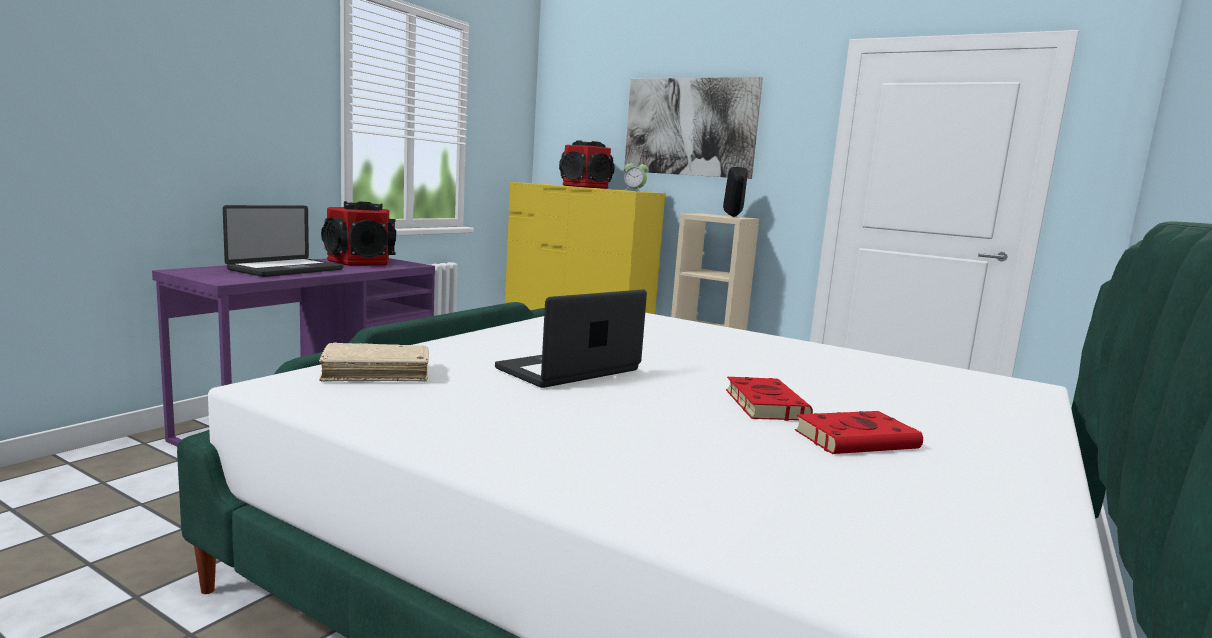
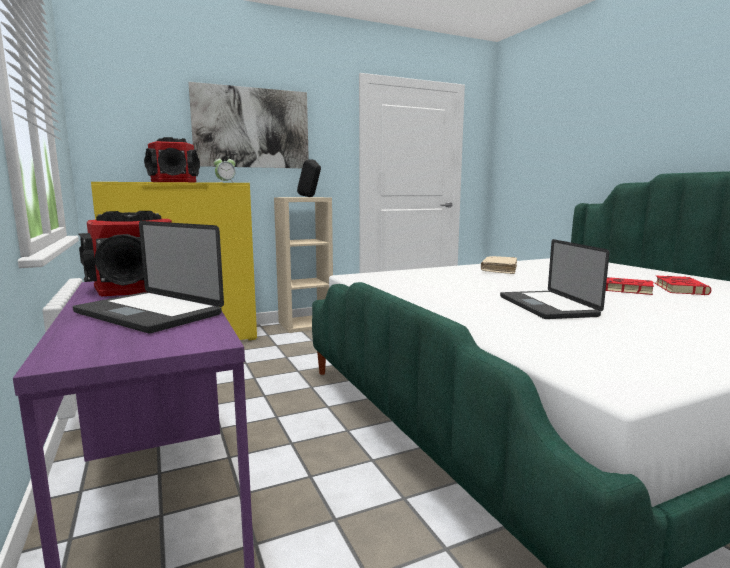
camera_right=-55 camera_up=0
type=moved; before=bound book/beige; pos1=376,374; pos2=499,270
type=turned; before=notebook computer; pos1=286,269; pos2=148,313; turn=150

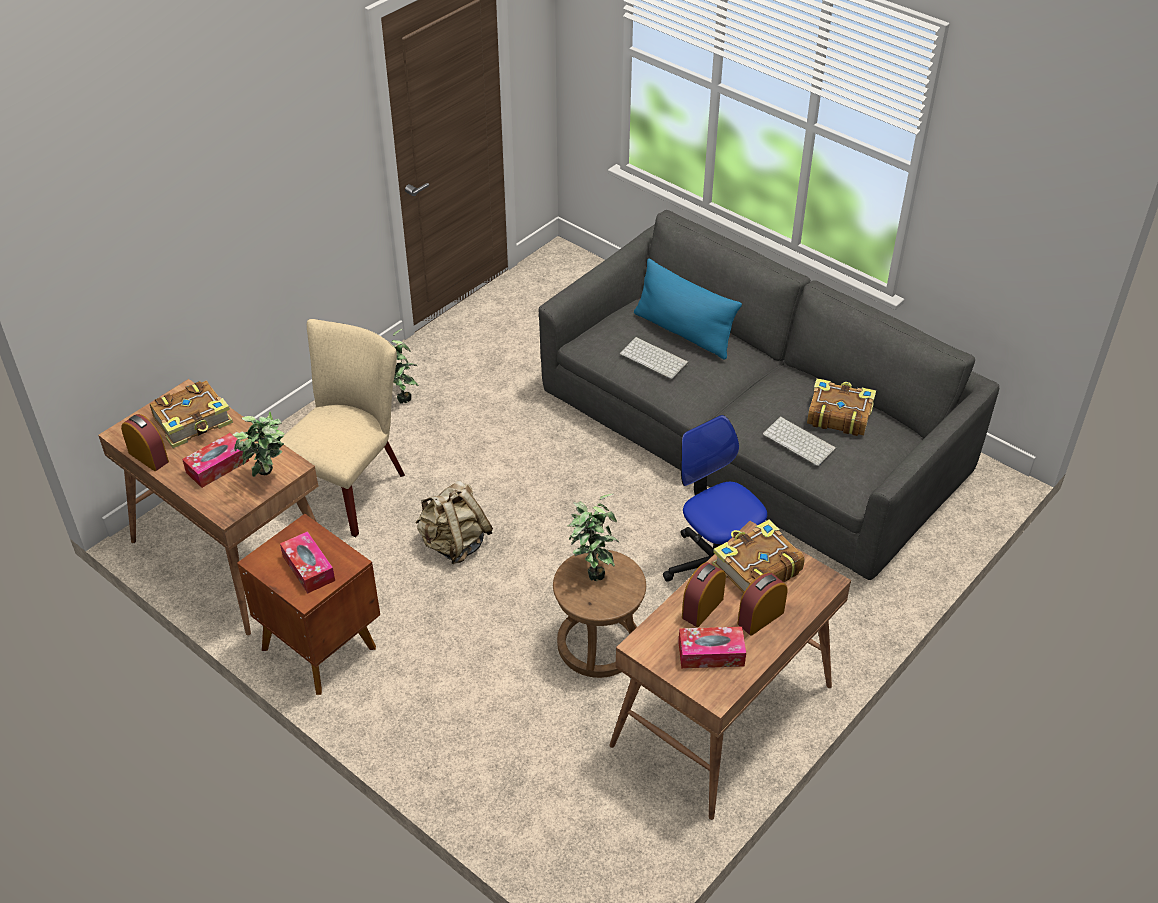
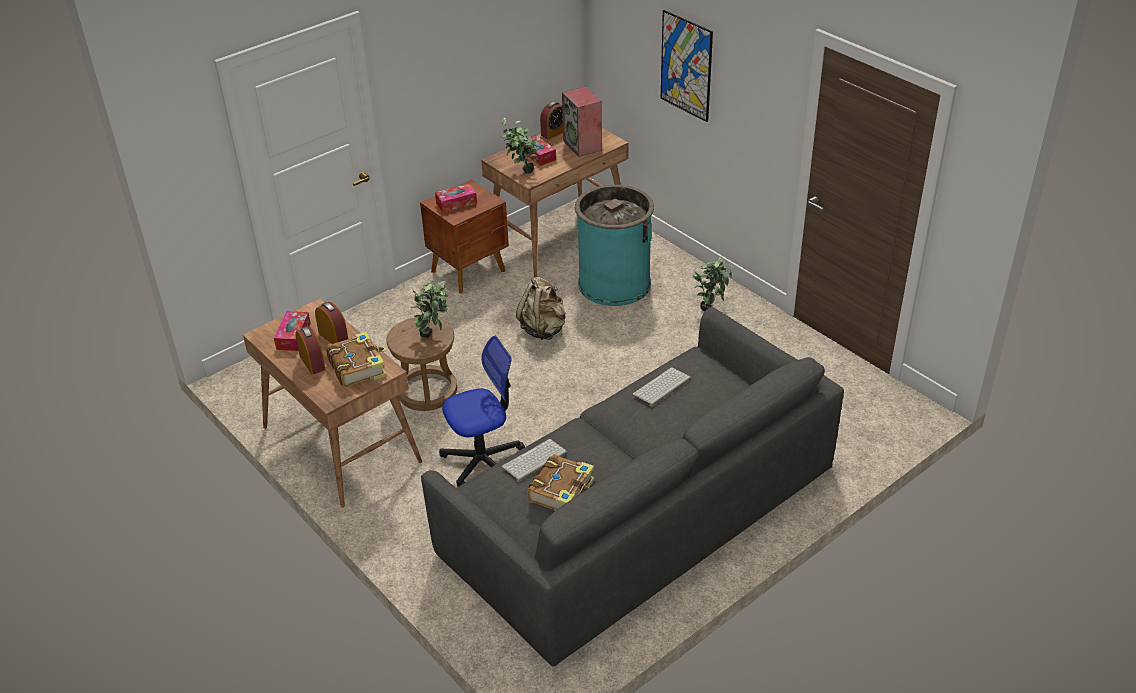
camera_right=100 camera_up=-5
type=removed; before=pillow/blue-coloured; pos1=683,332
type=added; after=wall art; pos2=686,66
type=replaced; before=bound book; after=loudspeaker; pos1=194,422; pos2=583,146
type=replaced; before=chair/beige; after=rubbish bin/blue-green; pos1=351,485; pos2=614,284

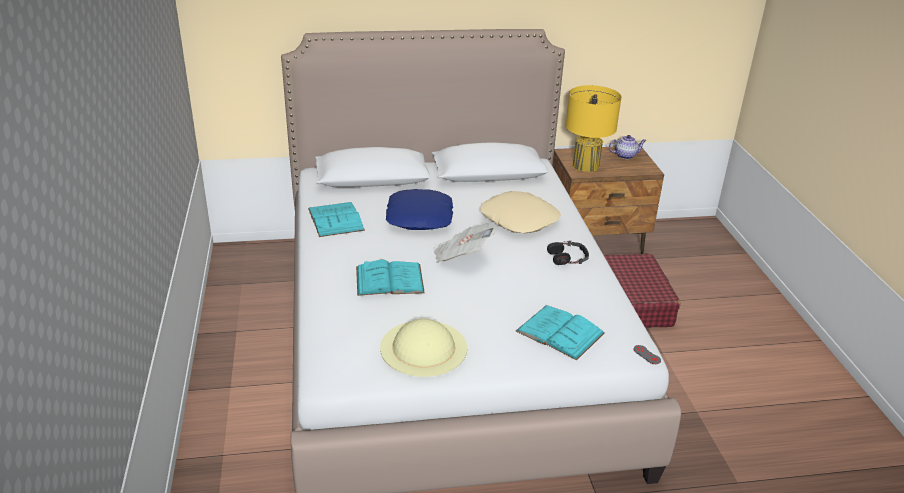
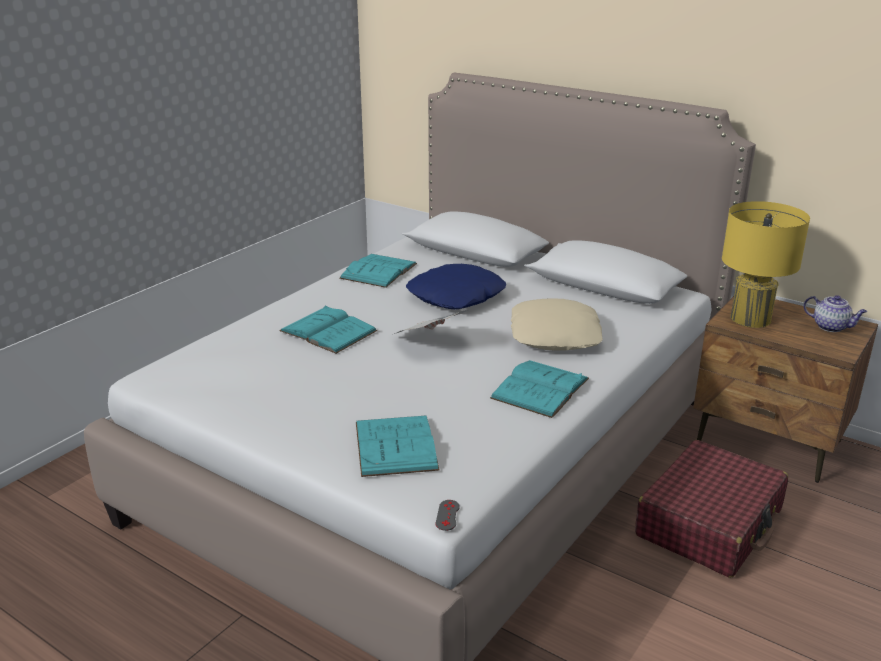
camera_right=45 camera_up=-5
type=removed; before=clothing hat/beige; pos1=423,347
type=replaced; before=headphones; after=bound book/blue-green; pos1=567,258; pos2=540,388

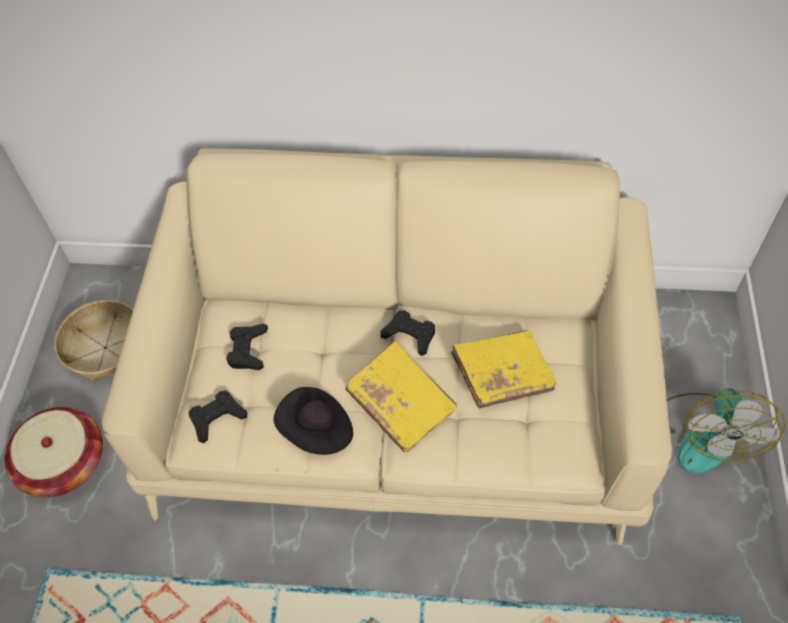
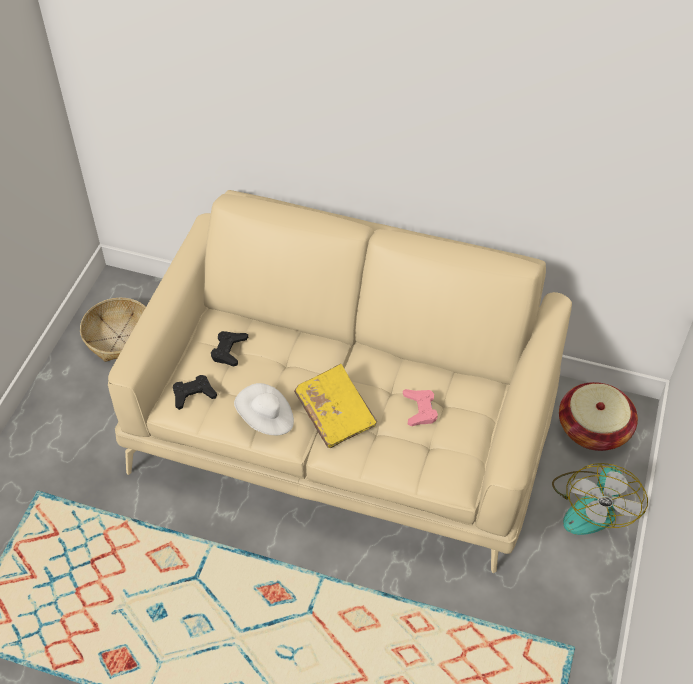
camera_right=10 camera_up=-5
type=removed; before=gamepad/blackish; pos1=410,335
type=moved; before=basket; pos1=64,463; pos2=593,429
type=replaced; before=bound book/yellow; after=gamepad/pink-coloured; pos1=502,376; pos2=420,409
type=recoloured; before=clothing hat/blackish; after=clothing hat/white-coloured; pos1=317,431; pos2=266,419

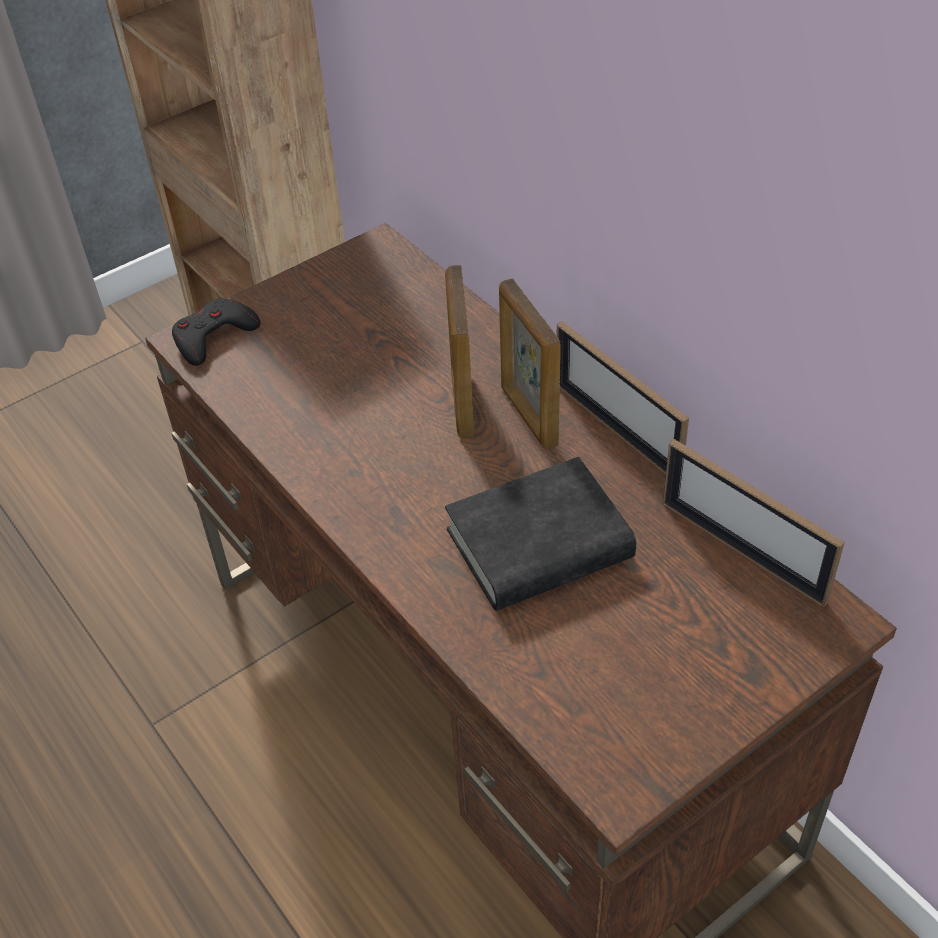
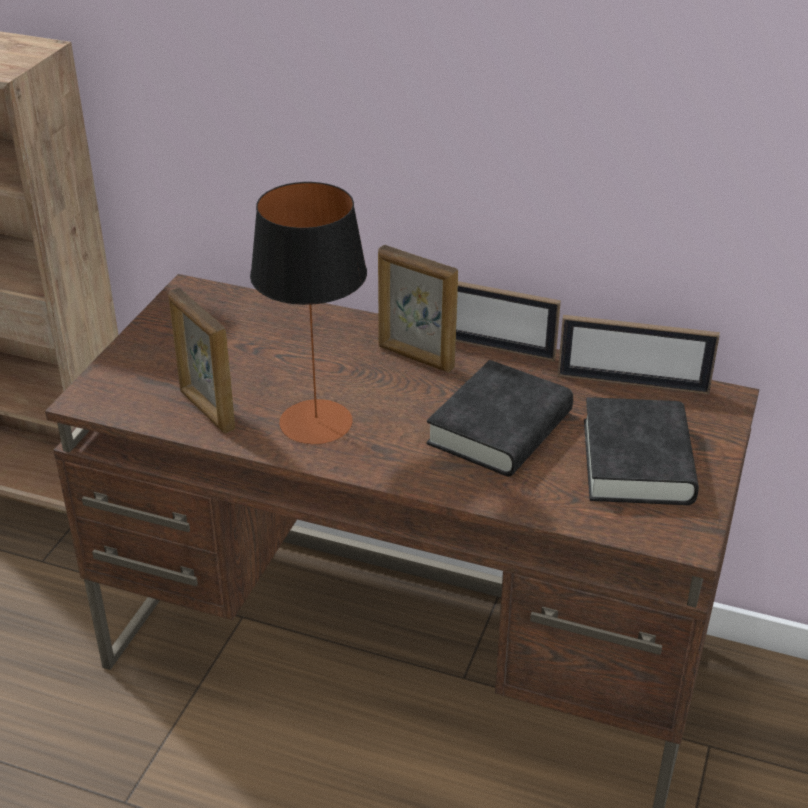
camera_right=-35 camera_up=-10
type=removed; before=gamepad/blackish; pos1=213,336
type=added; after=lamp for a table; pos2=316,422
type=added; after=bound book/blackish; pos2=637,461
type=moved; before=standing frame; pos1=462,403; pos2=206,410

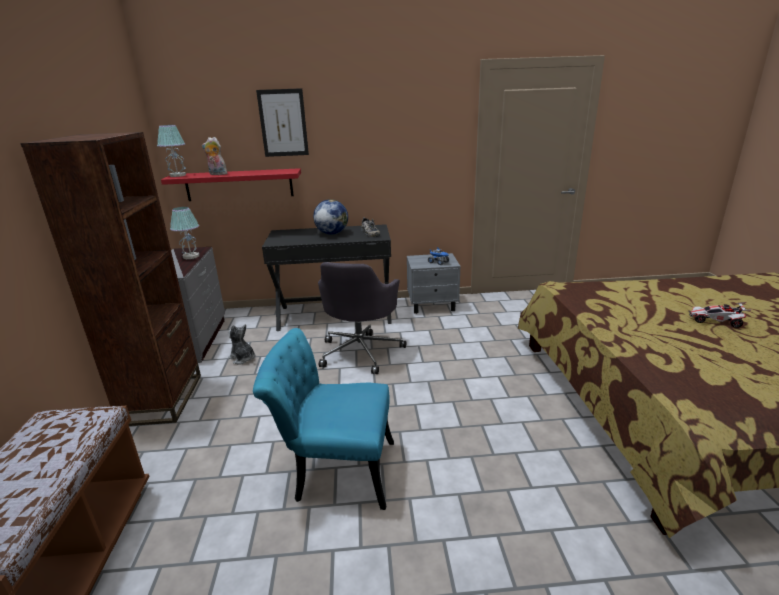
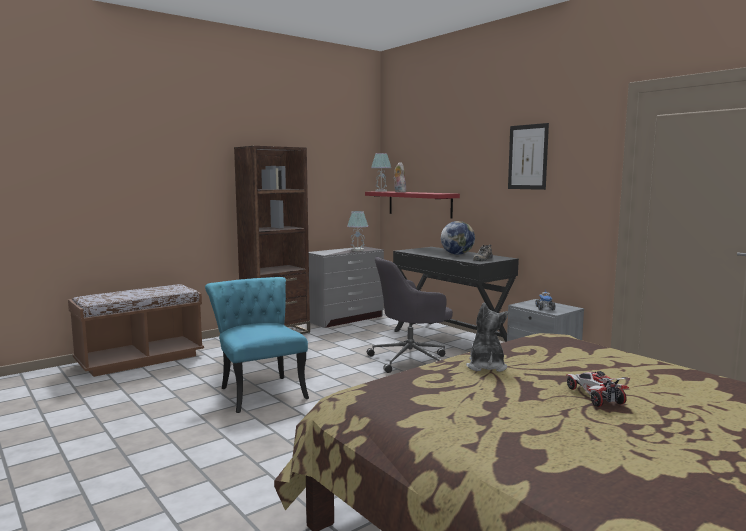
camera_right=55 camera_up=-15
type=moved; before=plush toy; pos1=243,358; pos2=486,366
type=moved; before=wall art; pos1=283,123; pos2=528,157

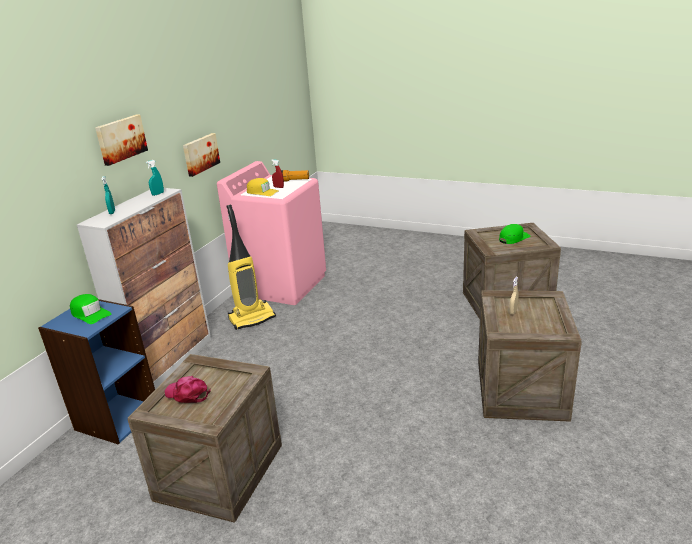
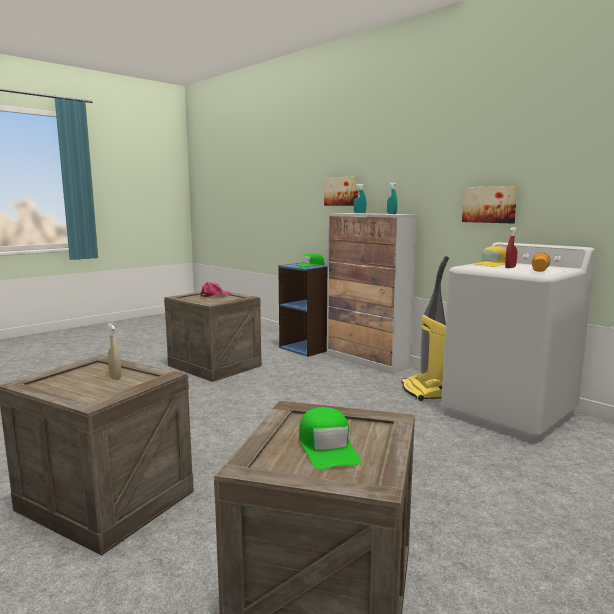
camera_right=110 camera_up=-15
type=moved; before=wall art; pos1=120,139; pos2=342,191
type=recoloured; before=laundry appliance/pink-coloured; after=laundry appliance/white-coloured; pos1=282,284; pos2=509,413

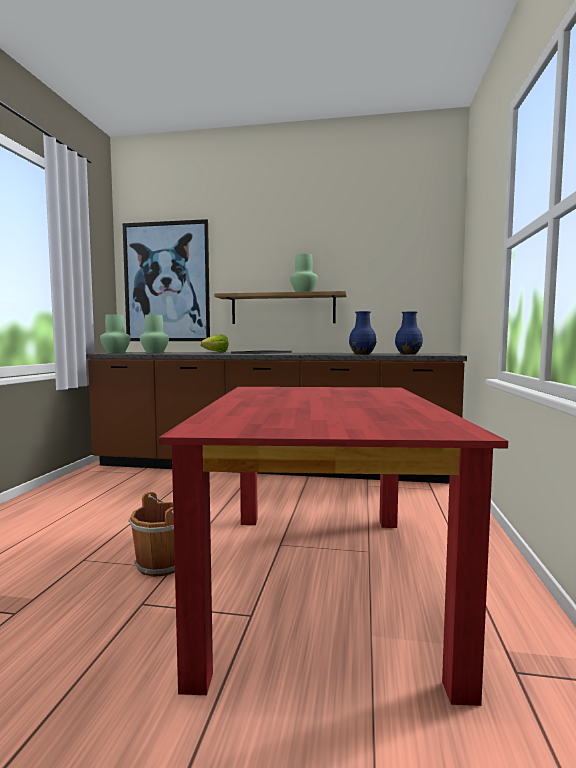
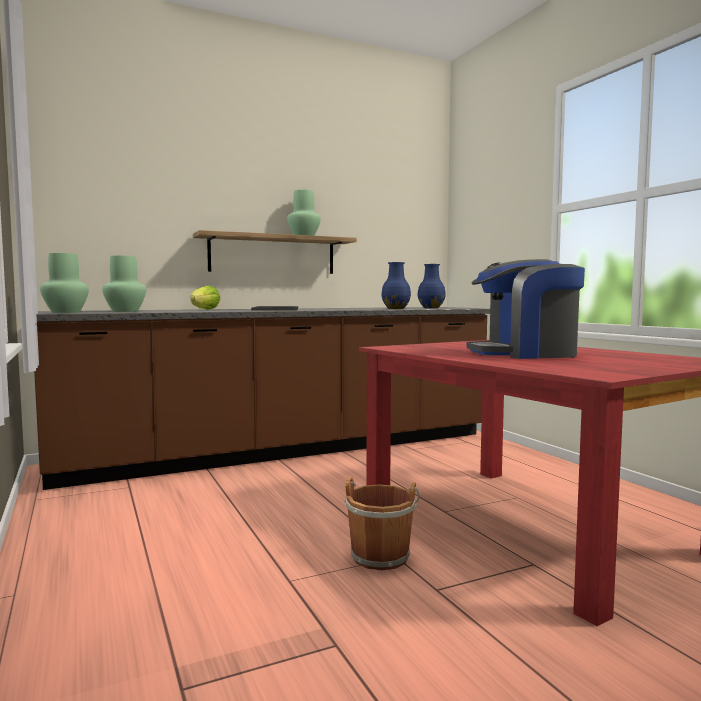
camera_right=-35 camera_up=0
type=removed; before=wall art; pos1=167,282
type=added; after=coffee brewer; pos2=524,354

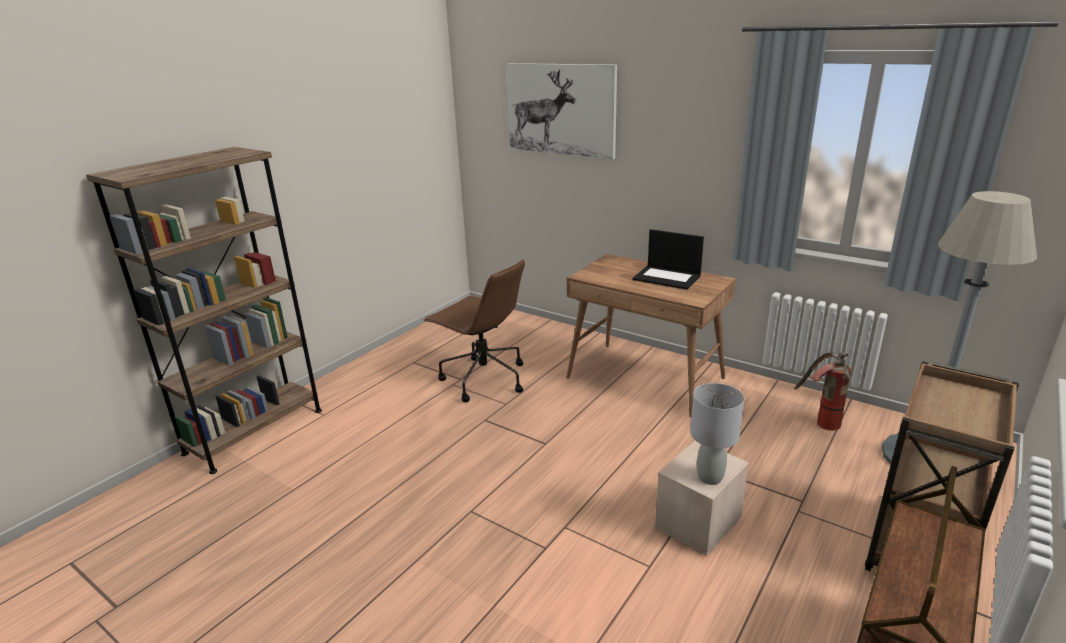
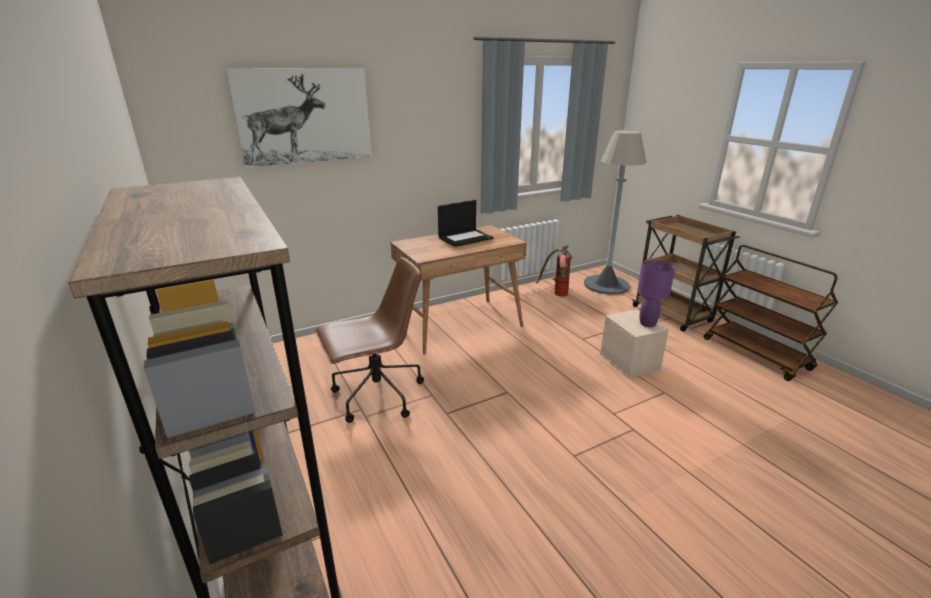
camera_right=-65 camera_up=0
type=recoloured; before=lamp for a table/greyish; after=lamp for a table/purplish; pos1=709,477; pos2=647,323

